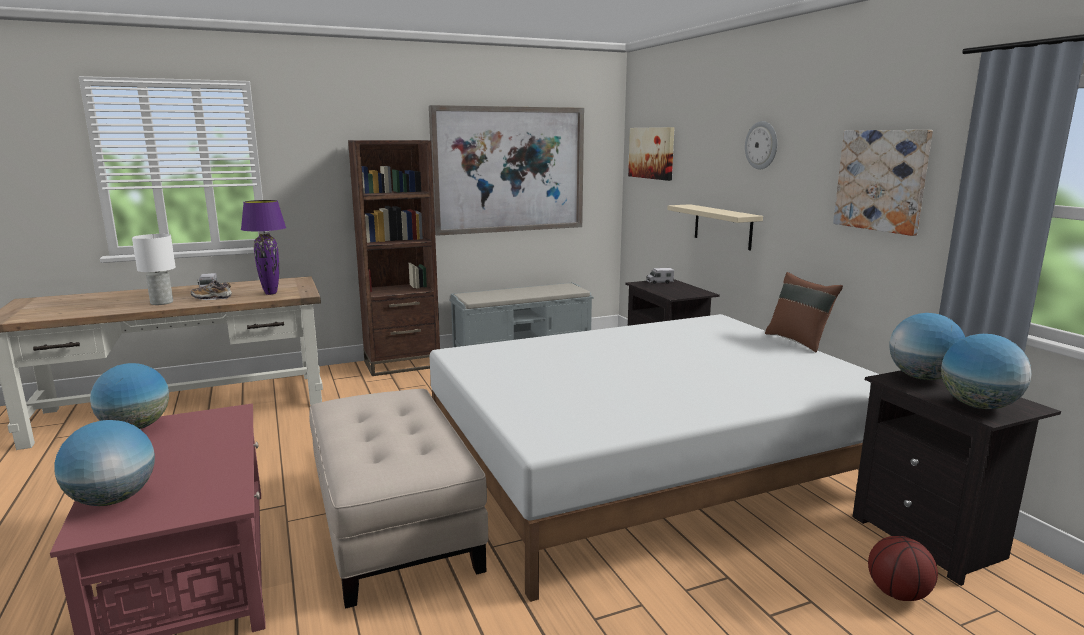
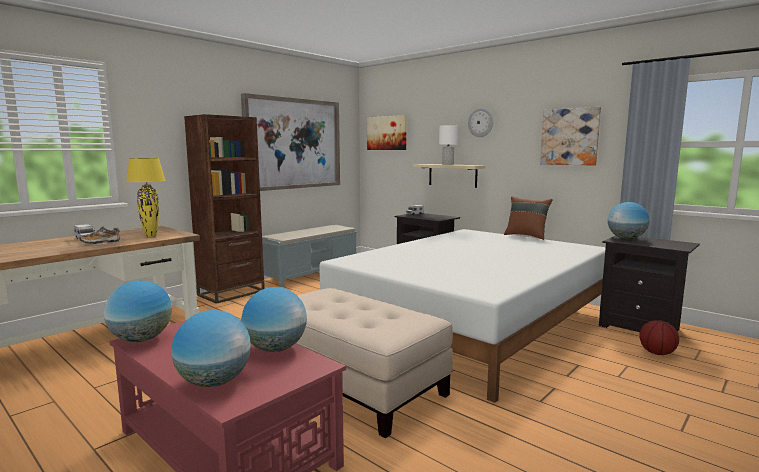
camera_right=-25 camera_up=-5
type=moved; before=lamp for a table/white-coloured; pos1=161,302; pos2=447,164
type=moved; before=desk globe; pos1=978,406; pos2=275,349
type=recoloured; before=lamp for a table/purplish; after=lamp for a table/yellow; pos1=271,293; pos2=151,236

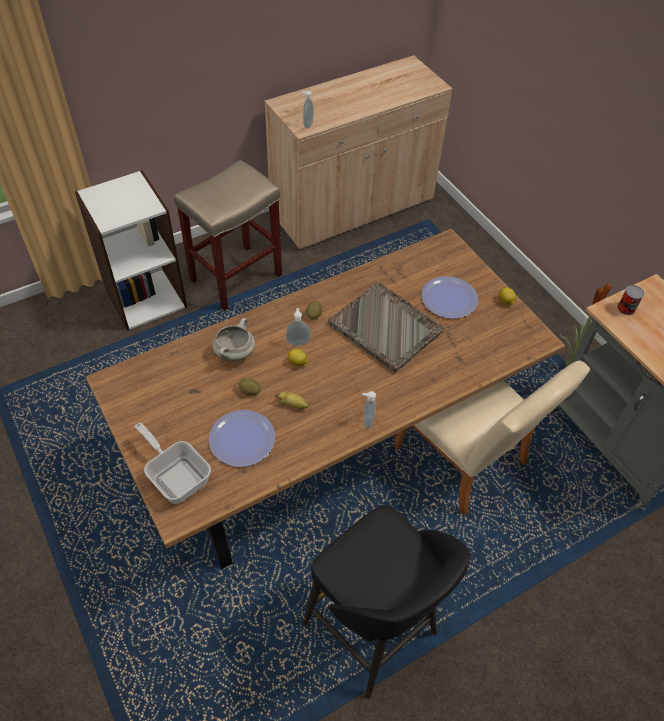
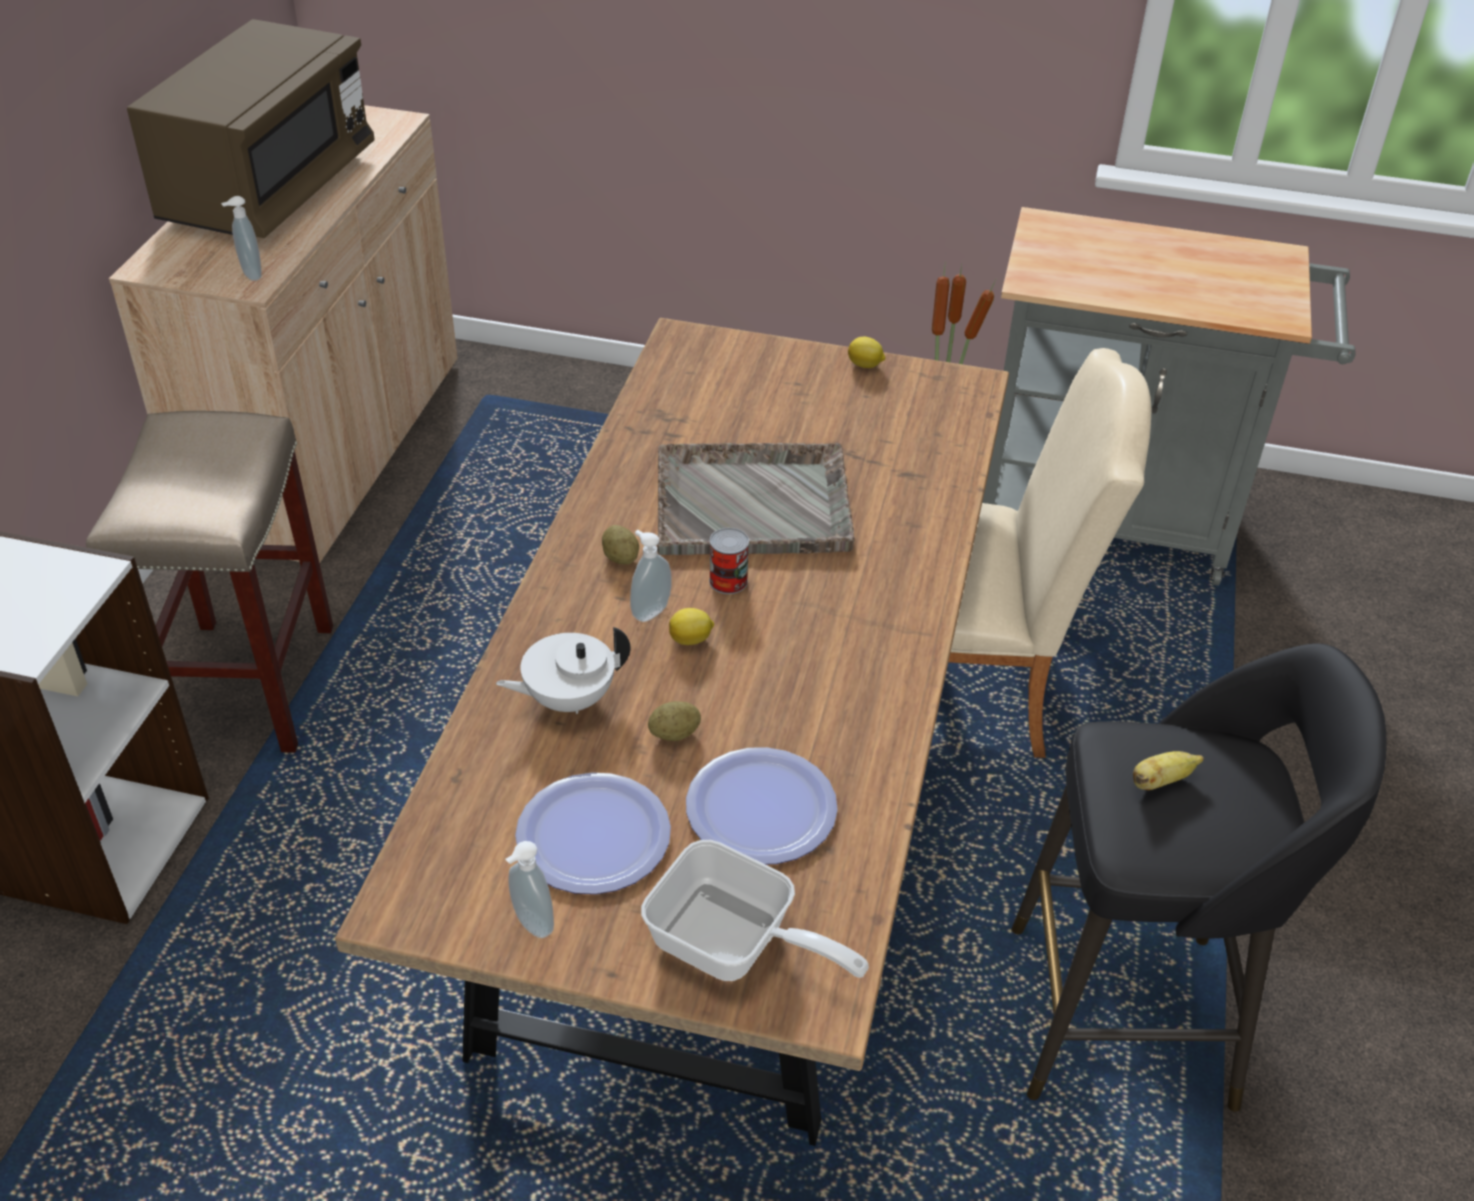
camera_right=-45 camera_up=-10
type=added; after=microwave oven/brownish; pos2=270,189
type=moved; before=banana; pos1=293,404; pos2=1161,781
type=moved; before=liquid soap bottle; pos1=367,421; pos2=530,925
type=moved; before=flat dish; pos1=449,298; pos2=593,835
type=moved; before=metal can; pos1=626,308; pos2=728,581
type=replaced; before=saucepot/white-coloured; after=teapot/white-coloured; pos1=234,353; pos2=568,699
type=turned; before=skillet; pos1=176,475; pos2=733,946; turn=-150

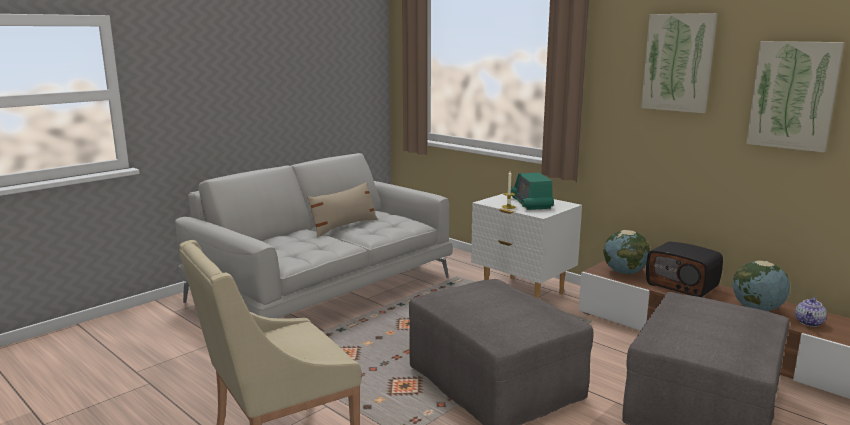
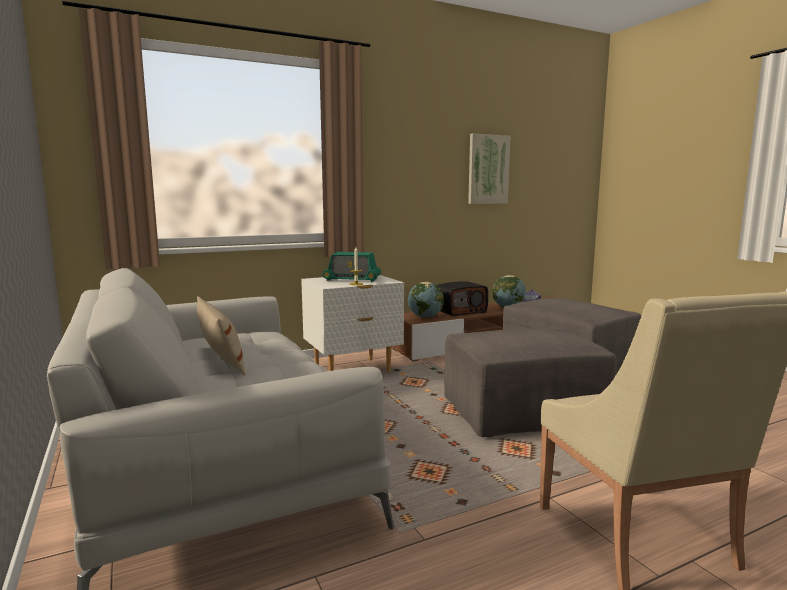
camera_right=-70 camera_up=-5
type=removed; before=wall art; pos1=678,62

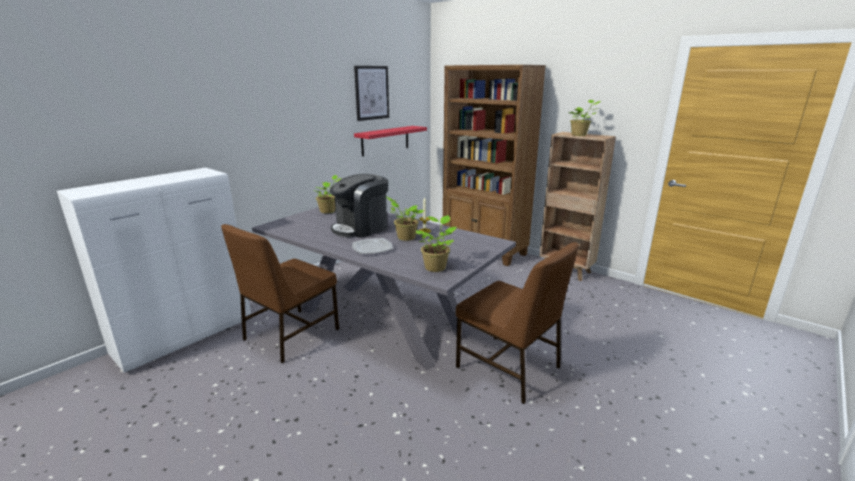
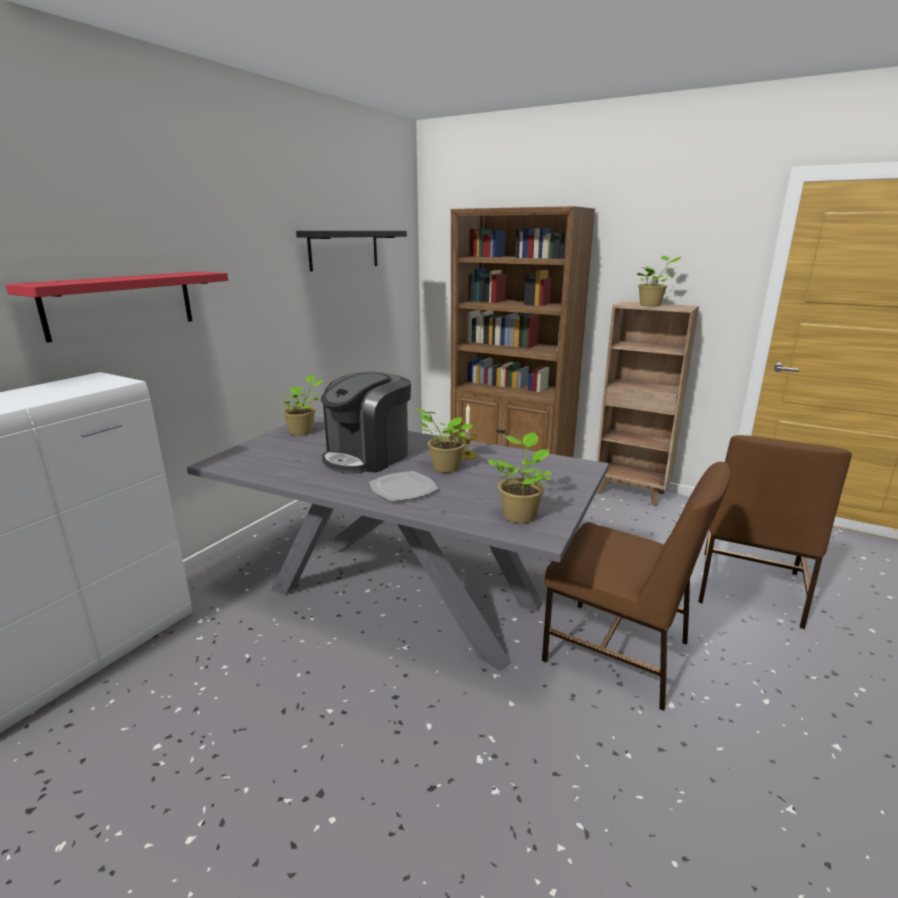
camera_right=-10 camera_up=0
type=moved; before=chair/brownish; pos1=289,335; pos2=748,588
type=moved; before=bracket shelf/reddish; pos1=385,140; pos2=121,304
type=replaced; before=wall art; after=bracket shelf/blackish; pos1=372,93; pos2=344,249

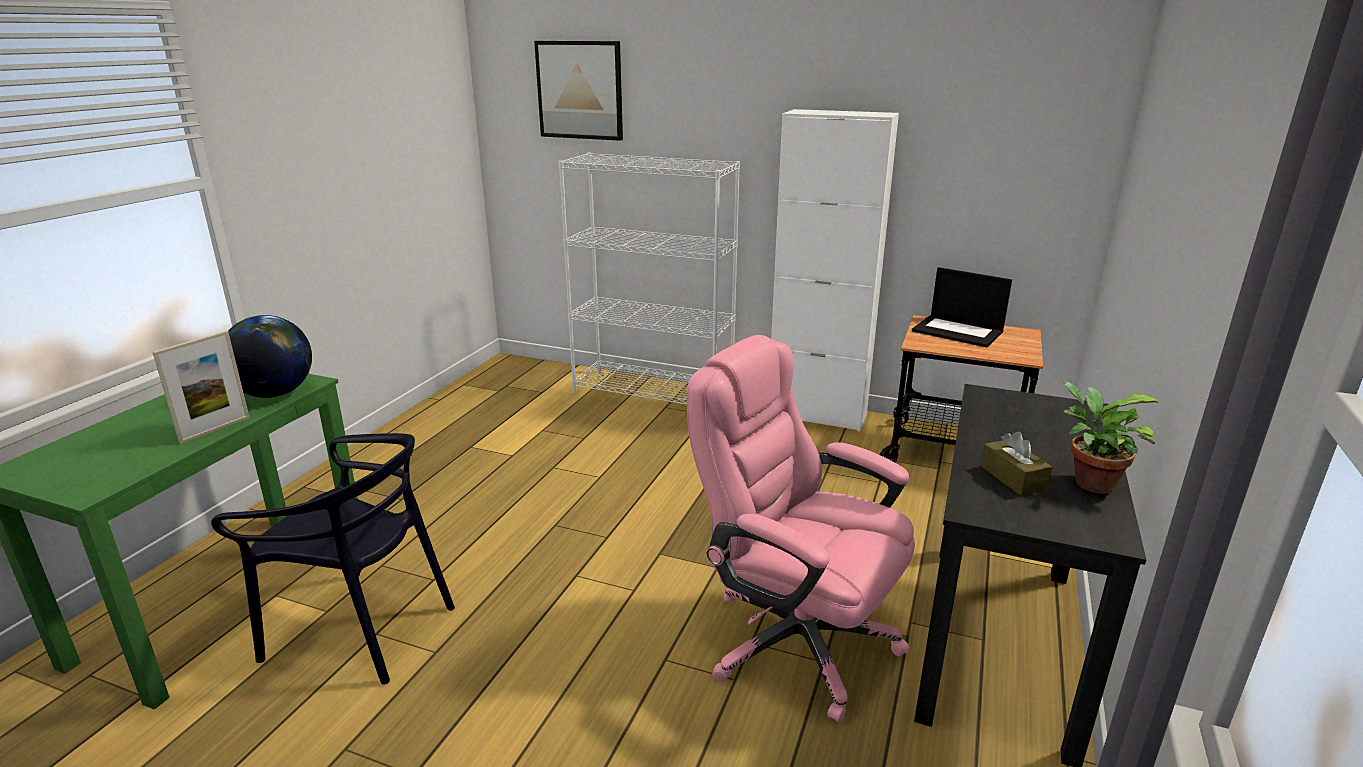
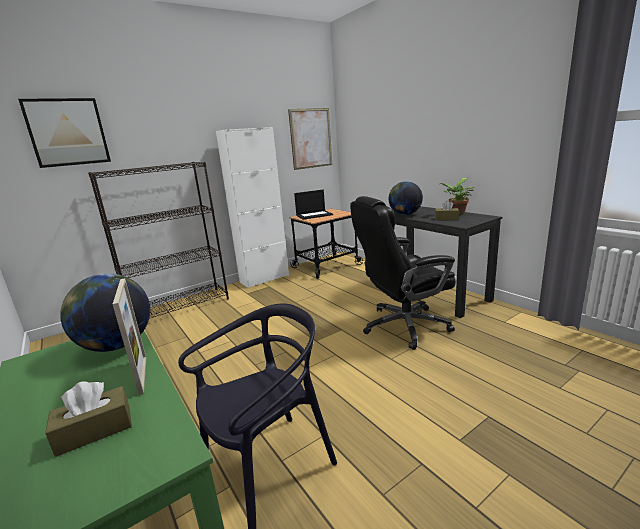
camera_right=-55 camera_up=-5
type=added; after=box of tissues/brownish; pos2=95,430
type=added; after=wall art; pos2=311,138
type=added; after=desk globe; pos2=405,214
type=recoloured; before=shelving unit/white-coloured; after=shelving unit/blackish; pos1=654,393; pos2=180,306
type=recoloured; before=computer chair/pink-coloured; after=computer chair/blackish; pos1=796,641; pos2=403,326

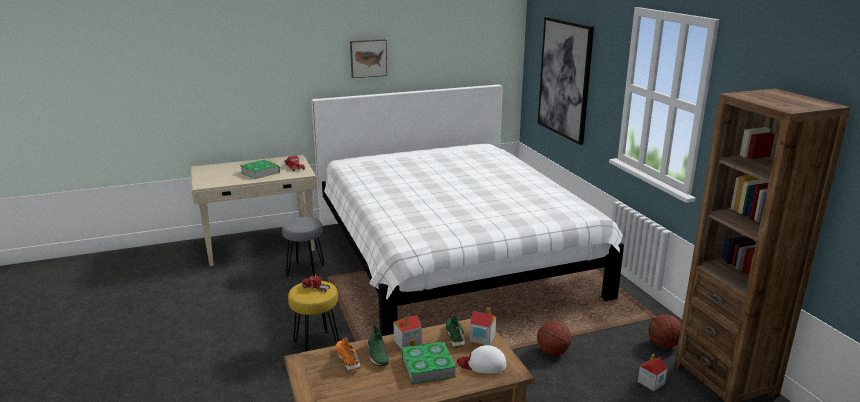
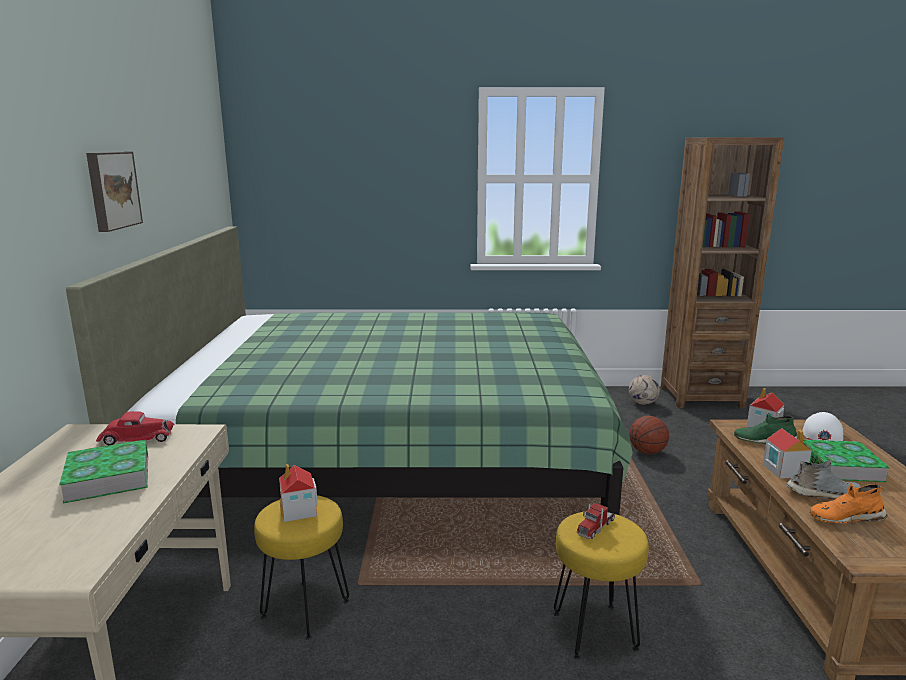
camera_right=-70 camera_up=-5
type=removed; before=wall art; pos1=565,79
type=moved; before=miniature house; pos1=651,383; pos2=299,511
type=replaced; before=basketball ball; after=ball for football; pos1=663,345; pos2=643,403
type=recoloured; before=stool seat/greyish; after=stool seat/yellow; pos1=306,270; pos2=305,608
type=recoloured; before=sleeping bed/white-coloured; after=sleeping bed/green-coloured; pos1=451,258; pos2=388,462
type=recoloured; before=item of footwear/green-coloured; after=item of footwear/greyish; pos1=377,354; pos2=823,494

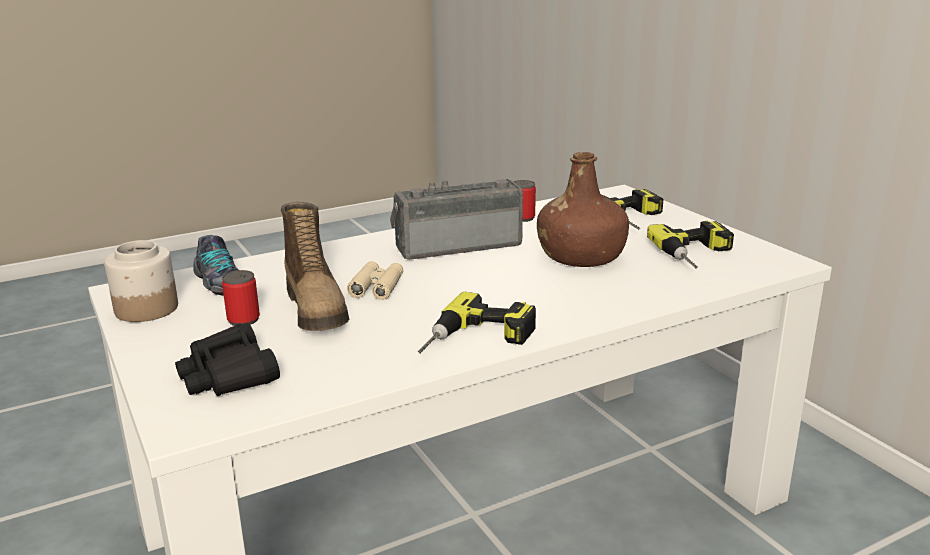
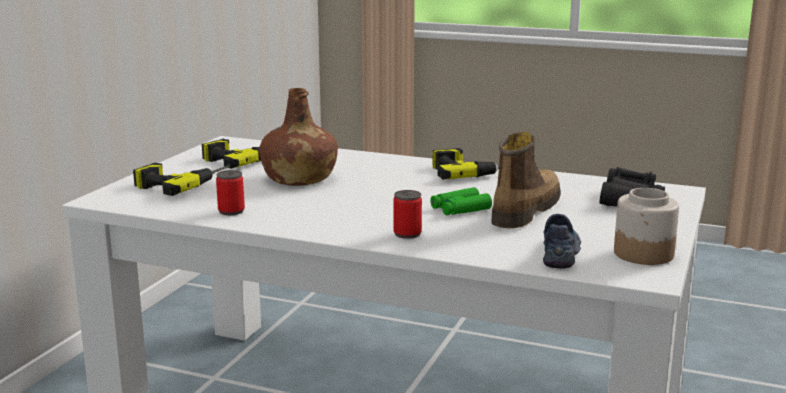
camera_right=-130 camera_up=-5
type=removed; before=radio set; pos1=457,245
type=moved; before=metal can; pos1=243,320; pos2=407,234
type=recoloured; before=pair of binoculars/beige; after=pair of binoculars/green-coloured; pos1=377,287; pos2=460,209

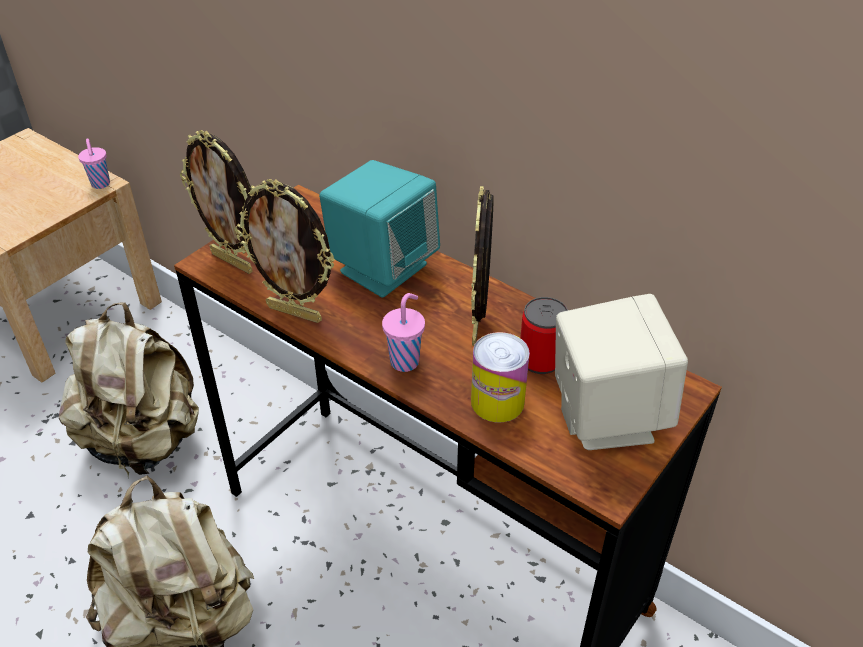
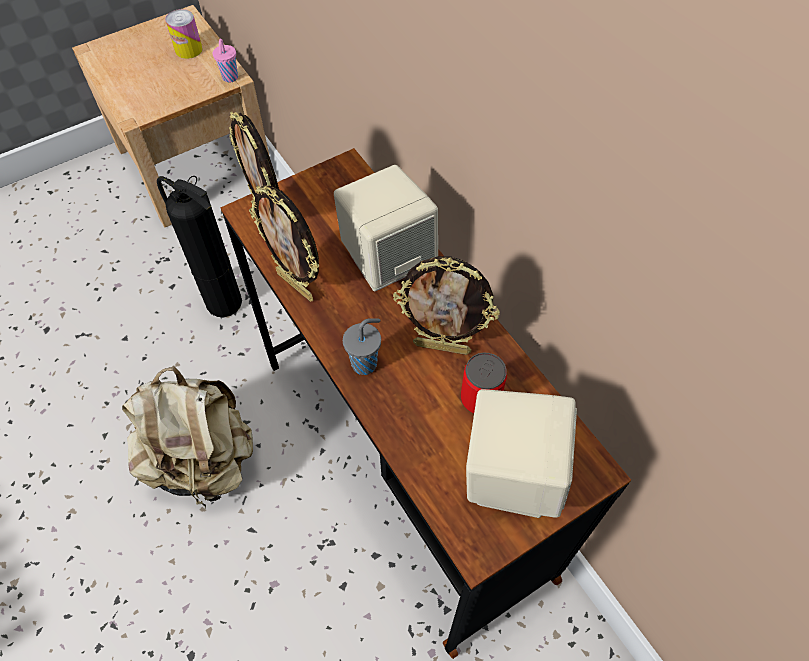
camera_right=20 camera_up=15
type=moved; before=metal can; pos1=497,402; pos2=188,49
type=replaced; before=rucksack/beige; after=fire extinguisher; pos1=144,441; pos2=222,301
type=recoloured; before=loudspeaker/blue-green; after=loudspeaker/beige; pos1=383,267; pos2=387,259
type=recoloured; before=drinking cup/pink-coloured; after=drinking cup/greyish; pos1=405,361; pos2=365,363
type=turned; before=standing frame; pos1=478,326; pos2=442,347; turn=-105

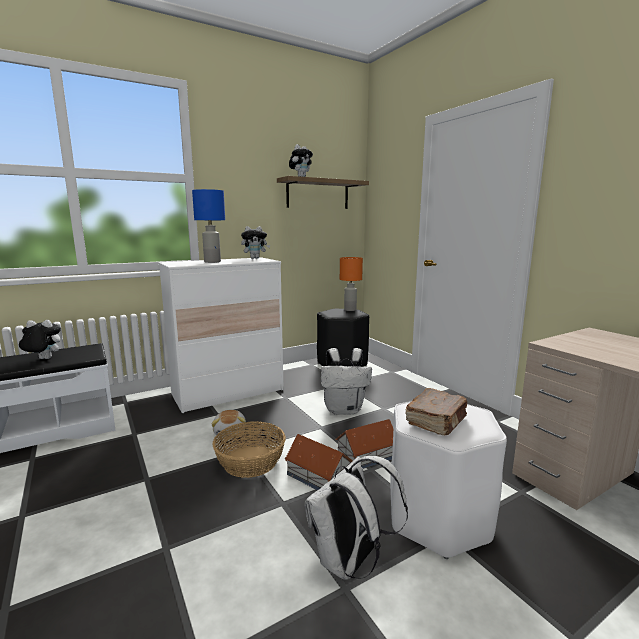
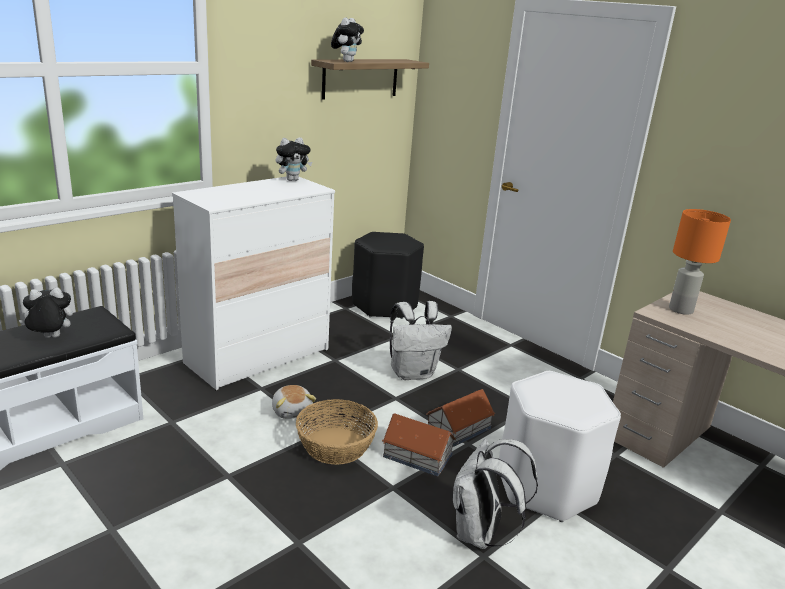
camera_right=-15 camera_up=10
type=removed; before=lamp for a table/blue-coloured; pos1=212,262
type=removed; before=bound book/brownish; pos1=437,421
type=moved; before=lamp for a table/orangey; pos1=349,310; pos2=680,310

